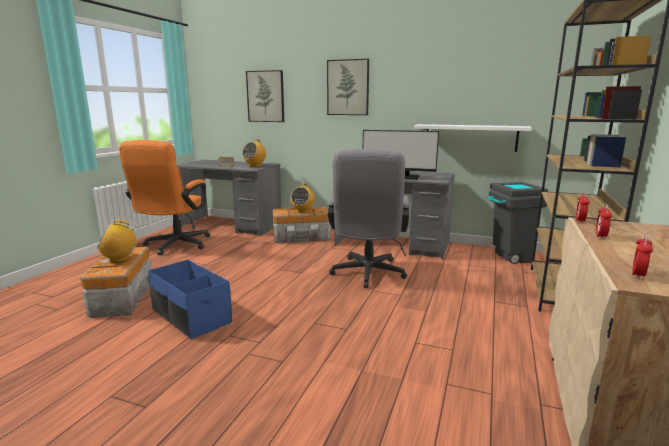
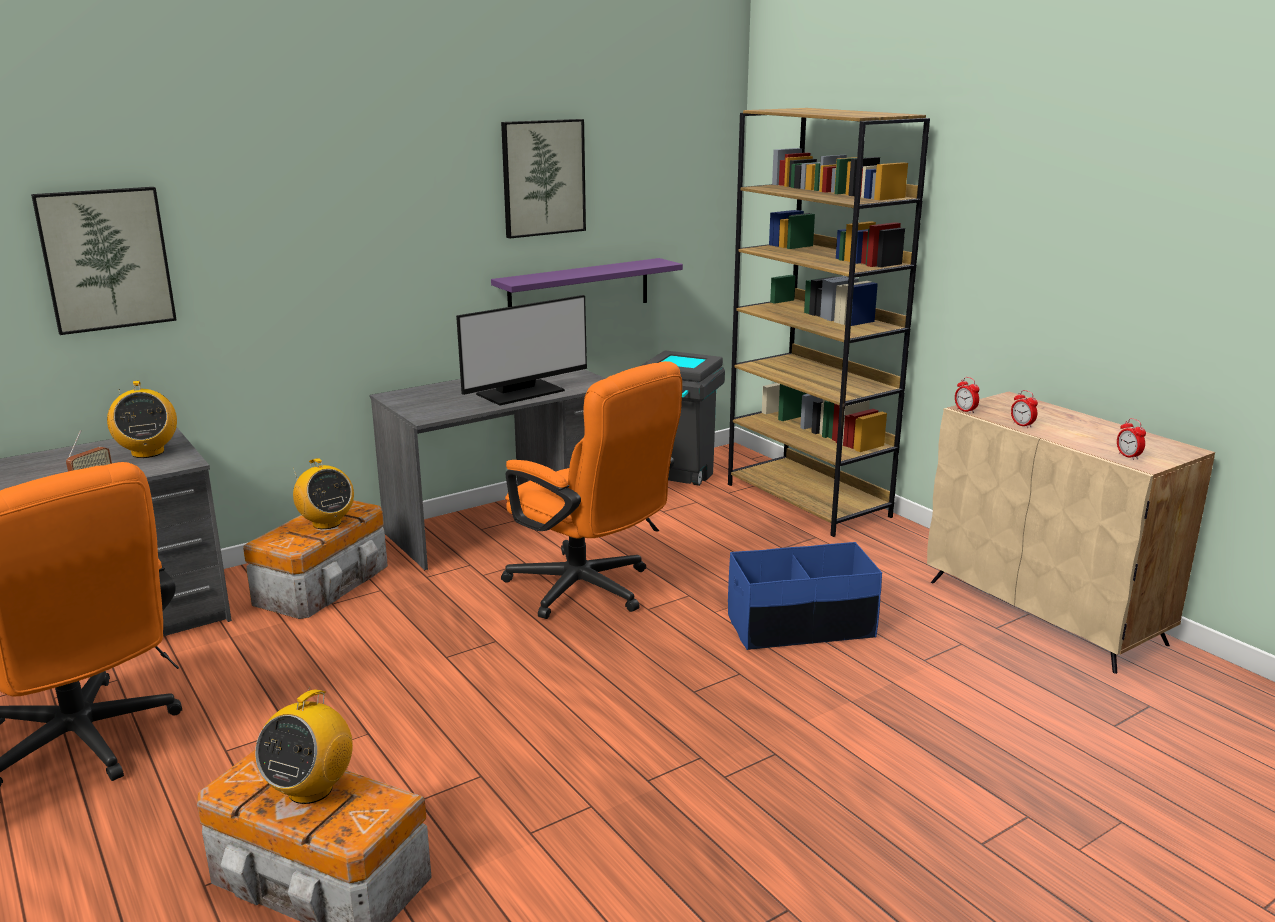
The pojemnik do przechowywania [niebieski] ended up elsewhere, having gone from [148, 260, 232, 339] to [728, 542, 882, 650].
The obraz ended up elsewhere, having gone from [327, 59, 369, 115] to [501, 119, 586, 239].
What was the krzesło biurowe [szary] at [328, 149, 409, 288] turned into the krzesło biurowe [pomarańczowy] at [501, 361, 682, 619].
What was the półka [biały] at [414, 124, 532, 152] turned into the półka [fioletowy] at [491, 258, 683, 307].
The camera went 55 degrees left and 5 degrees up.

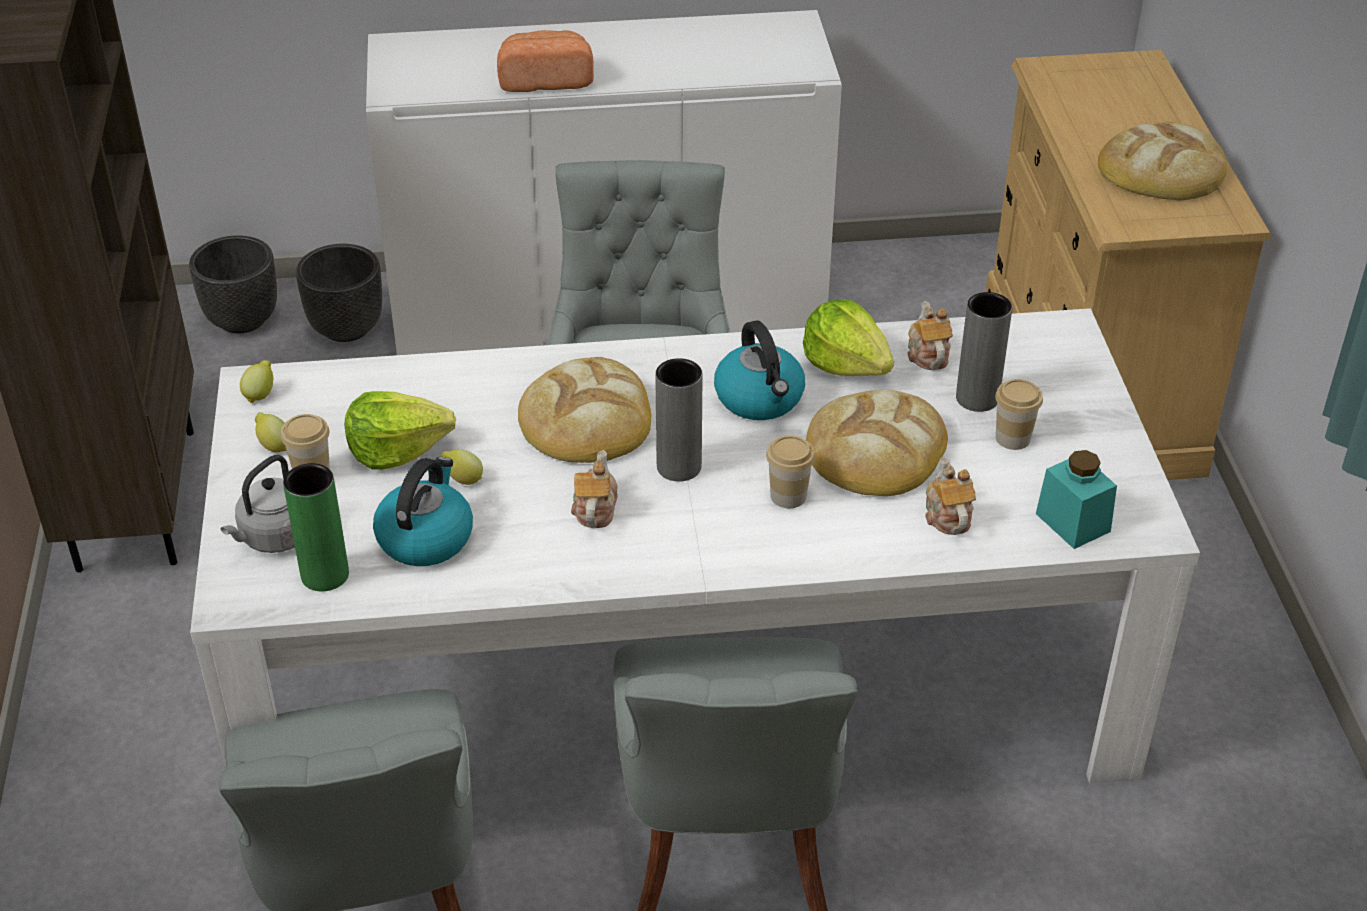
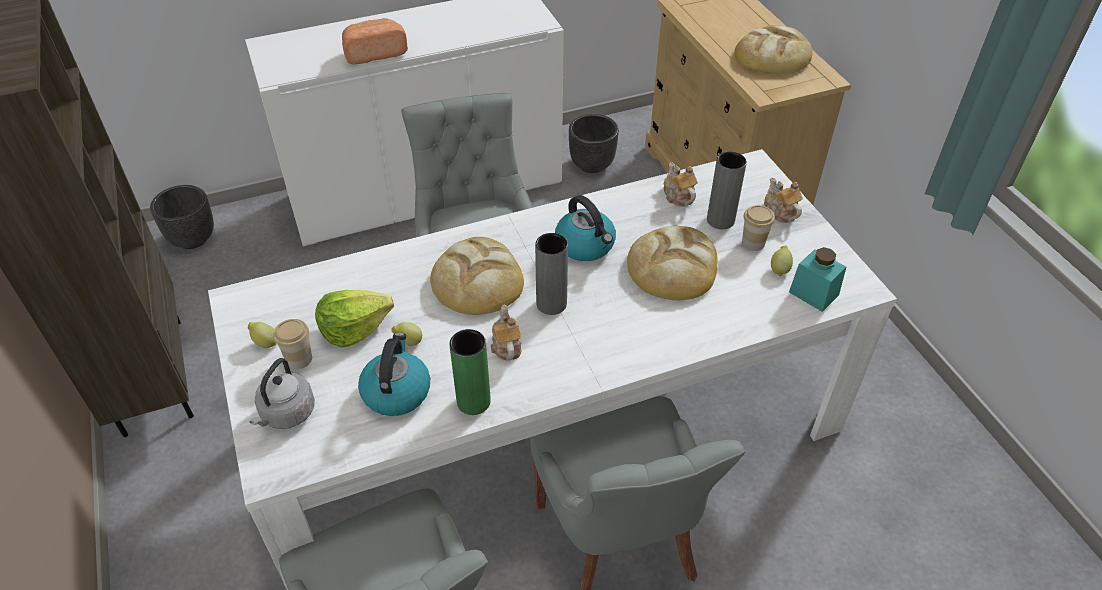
The second view lost the filiżanka at [766, 435, 815, 508].
The second view lost the sałata at [803, 300, 894, 376].
The cytryna ended up elsewhere, having gone from [240, 360, 273, 403] to [771, 245, 793, 277].
The wazon [zielony] ended up elsewhere, having gone from [283, 463, 349, 591] to [449, 329, 491, 415].
The donica [czarny] ended up elsewhere, having gone from [296, 244, 382, 342] to [569, 114, 619, 173].
The imbryk ended up elsewhere, having gone from [925, 456, 976, 535] to [764, 177, 803, 223].
The camera went 15 degrees left and 5 degrees up.

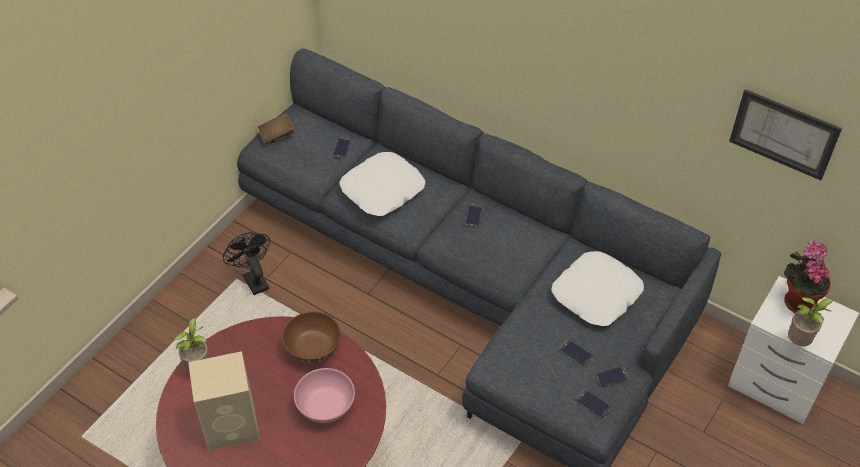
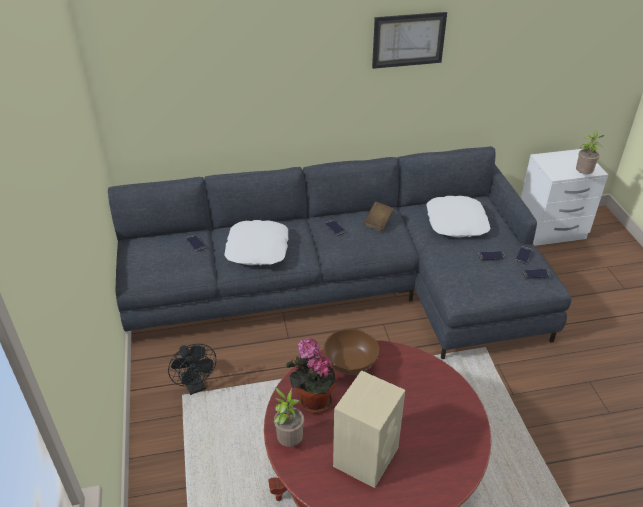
The second view lost the miska [różowy] at [294, 368, 355, 423].
The książka [brązowy] ended up elsewhere, having gone from [258, 113, 295, 146] to [364, 201, 394, 232].
The obraz ended up elsewhere, having gone from [729, 89, 842, 180] to [372, 12, 447, 69].
The roślina doniczkowa ended up elsewhere, having gone from [784, 240, 831, 313] to [286, 338, 337, 414].
The wentylator [czarny] at [223, 232, 270, 295] ended up facing another way, 135 degrees counterclockwise from before.
The camera went 45 degrees left and 10 degrees down.

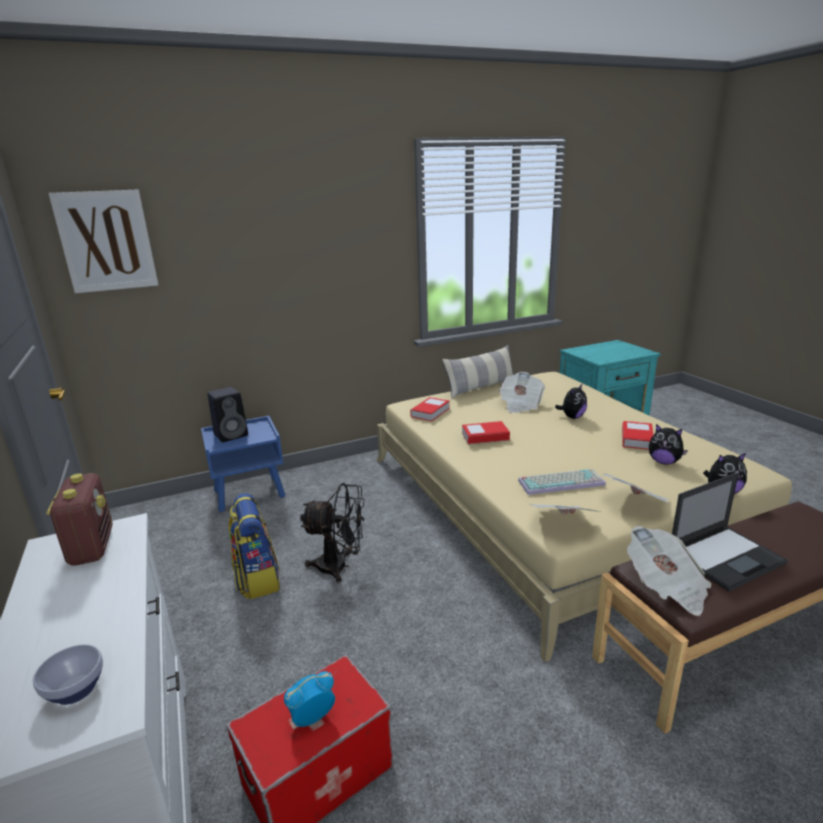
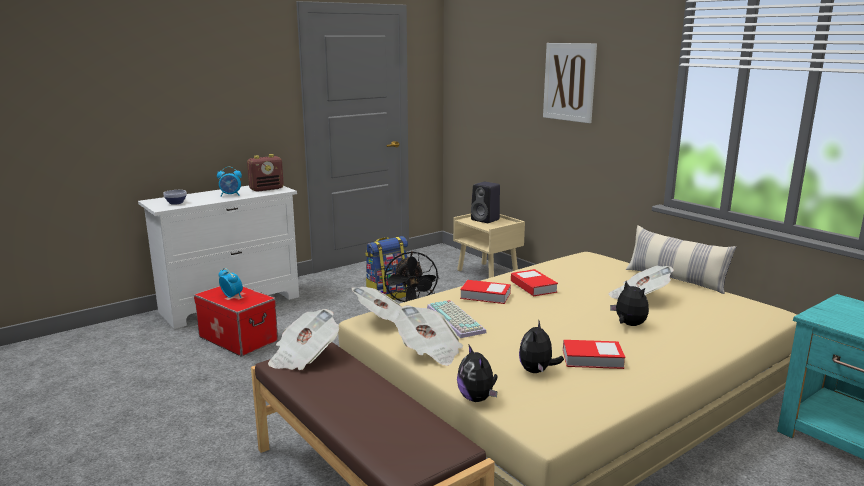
The second view lost the laptop at [672, 473, 788, 592].
The second view gained the budzik at [217, 167, 242, 196].
The obraz ended up elsewhere, having gone from [49, 189, 158, 293] to [543, 43, 597, 123].
The książka ended up elsewhere, having gone from [410, 397, 450, 421] to [460, 280, 511, 304].
What was the szafka nocna [niebieski] at [201, 416, 285, 512] turned into the szafka nocna [beżowy] at [453, 214, 525, 278].
The pluszak at [555, 384, 587, 419] ended up facing another way, 150 degrees counterclockwise from before.
The camera went 75 degrees right and 5 degrees down.

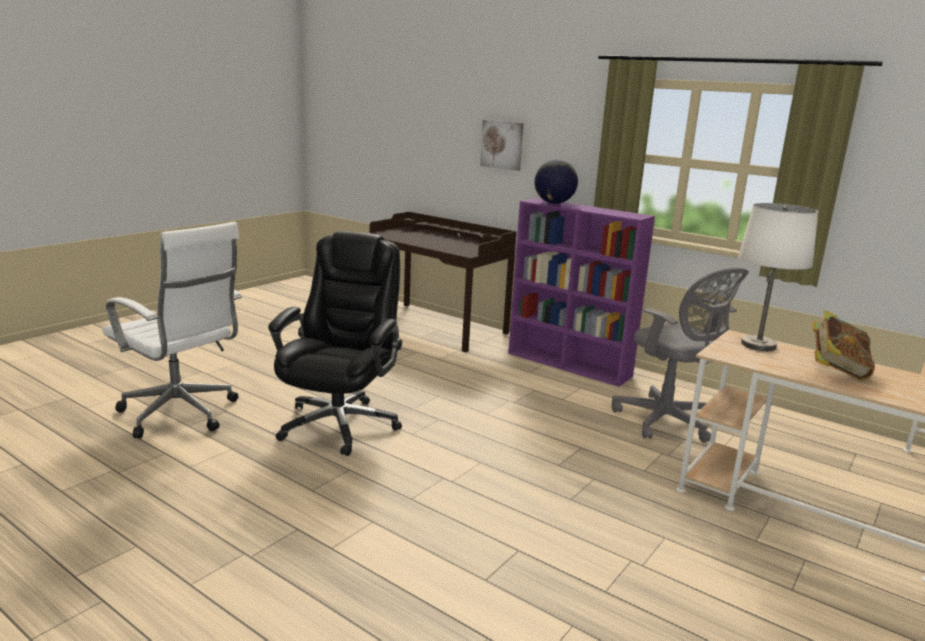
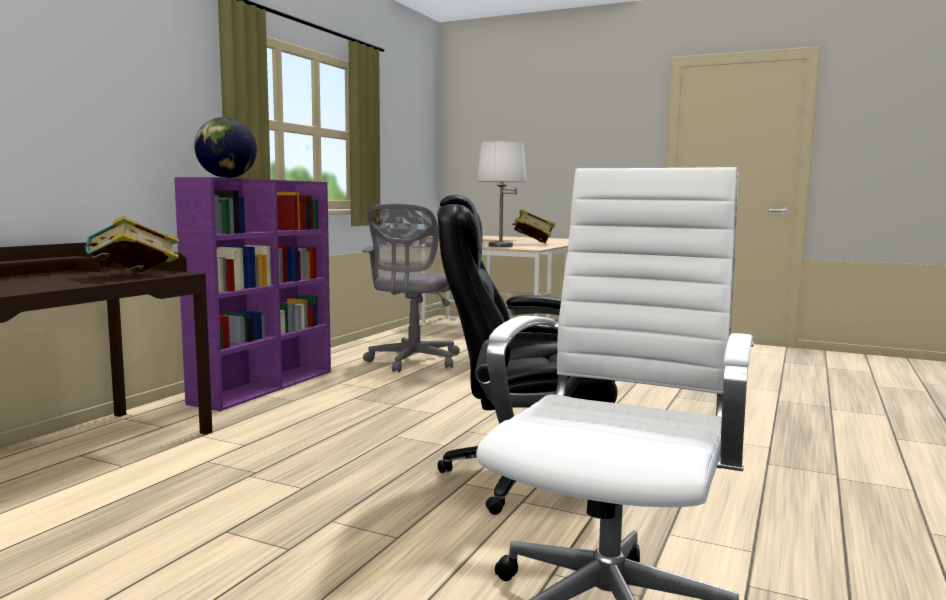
The second view lost the obraz at [480, 120, 524, 171].
The second view gained the książka at [84, 216, 179, 273].
The krzesło biurowe [szary] at [612, 268, 749, 443] ended up facing another way, 150 degrees clockwise from before.
The camera went 100 degrees left and 10 degrees down.

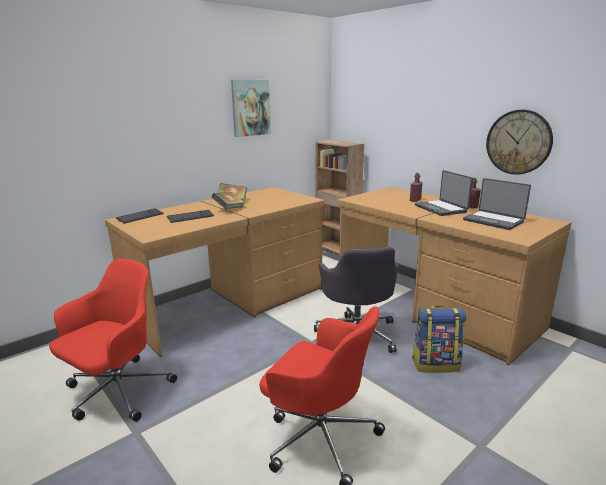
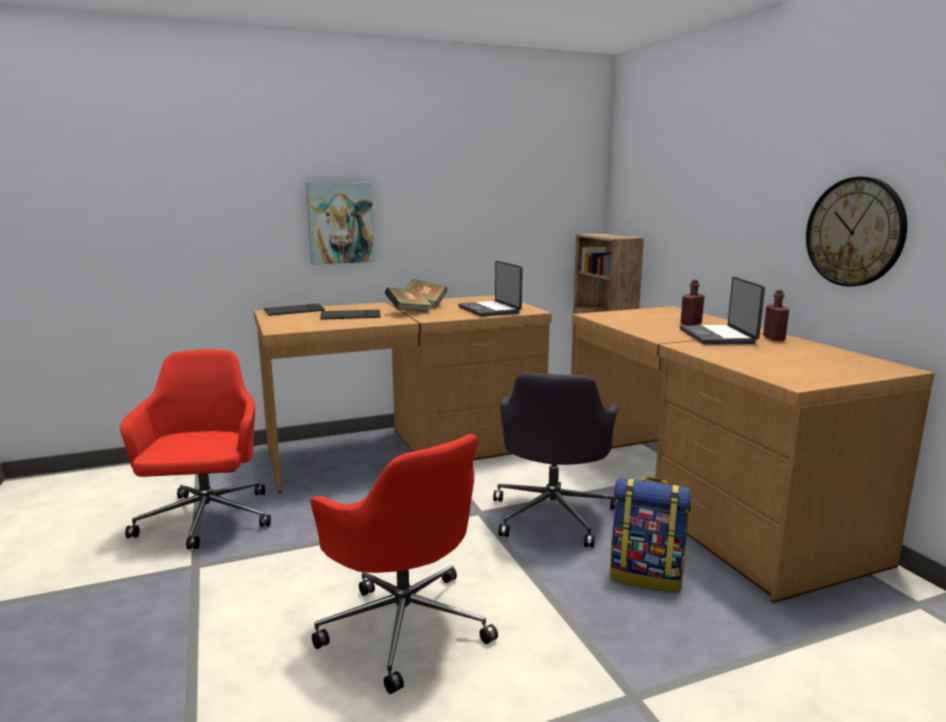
The obraz ended up elsewhere, having gone from [231, 80, 271, 137] to [306, 182, 375, 265].
The laptop ended up elsewhere, having gone from [463, 178, 531, 230] to [458, 261, 523, 317].
The krzesło biurowe [czerwony] at [49, 259, 177, 422] ended up facing another way, 60 degrees counterclockwise from before.
The camera went 20 degrees right and 5 degrees down.

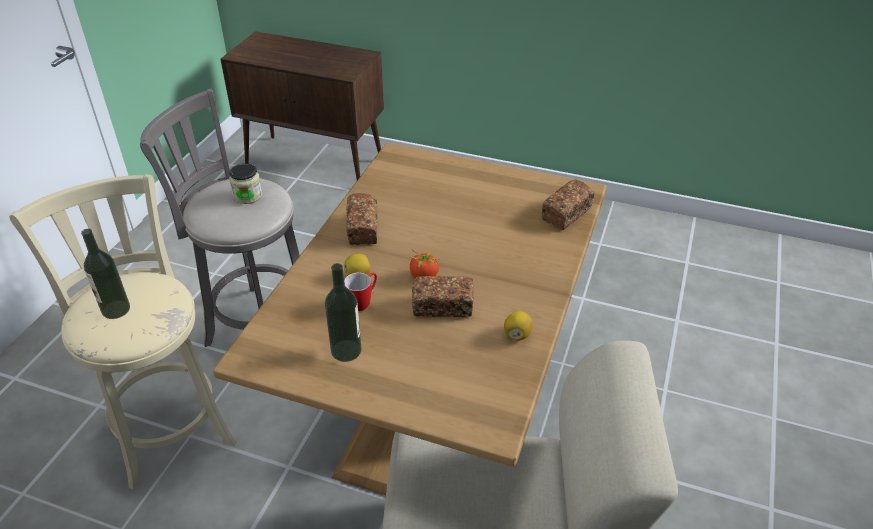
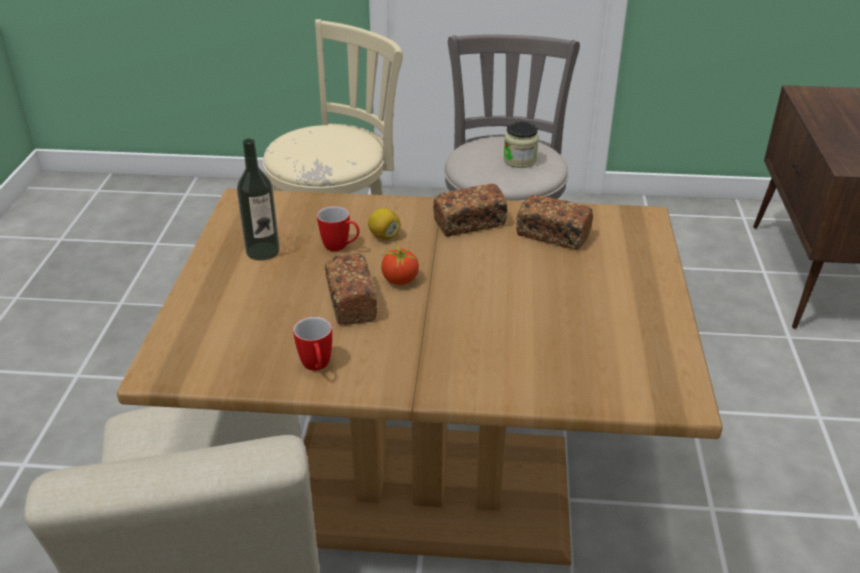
The second view lost the butelka at [81, 229, 130, 319].
The chleb ended up elsewhere, having gone from [541, 179, 594, 230] to [516, 195, 593, 249].
Where the cytryna stood at [504, 311, 533, 341], the kubek came to stand at [293, 317, 332, 371].
The camera went 75 degrees right and 5 degrees down.

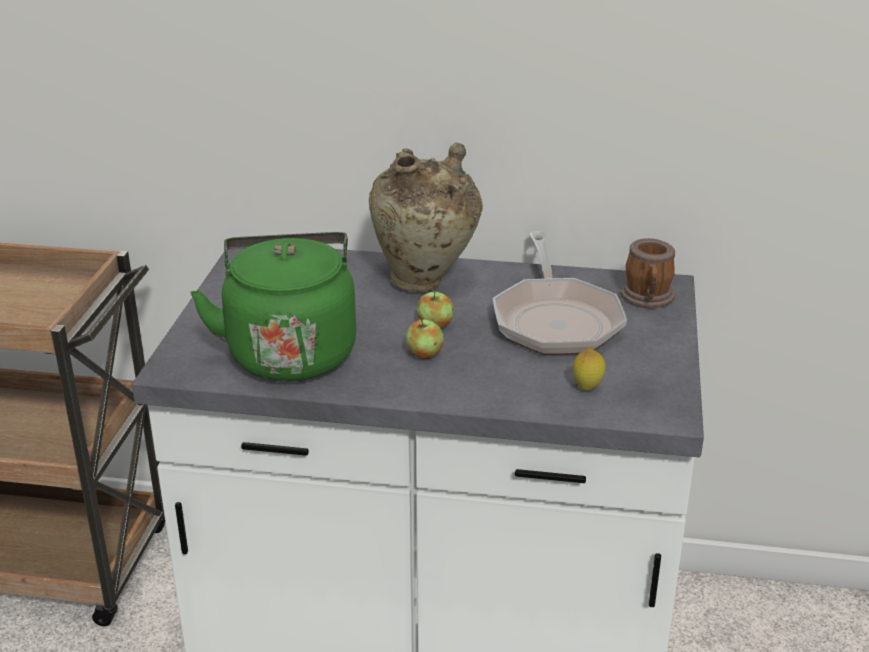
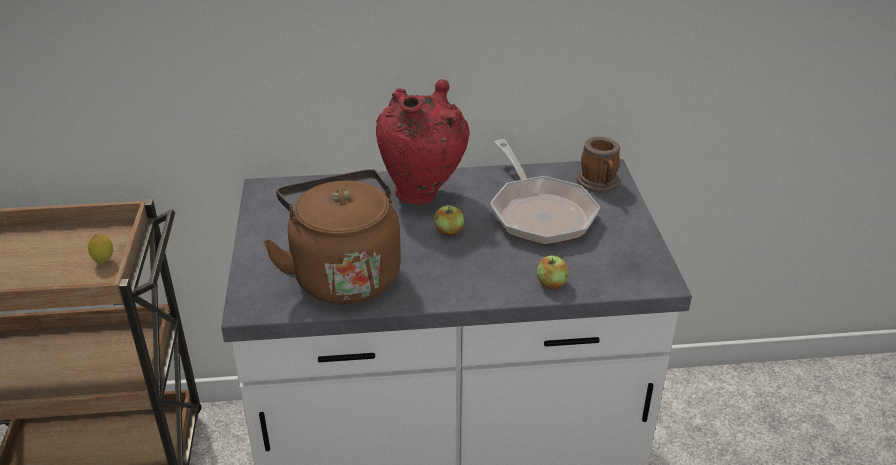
The jabłko ended up elsewhere, having gone from [406, 319, 444, 359] to [537, 255, 568, 289].
The cytryna ended up elsewhere, having gone from [573, 348, 605, 391] to [88, 233, 113, 264].
What was the czajnik [zielony] at [190, 232, 356, 382] turned into the czajnik [brązowy] at [263, 169, 401, 304].
What was the wazon [beżowy] at [369, 142, 483, 292] turned into the wazon [czerwony] at [376, 79, 470, 205].
The camera went 15 degrees left and 5 degrees up.

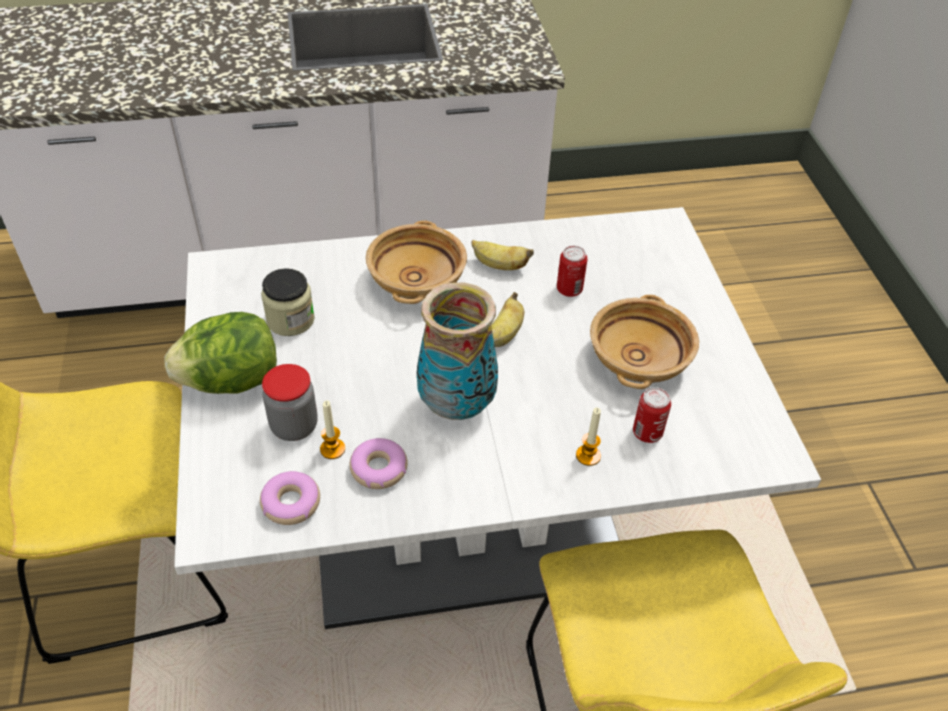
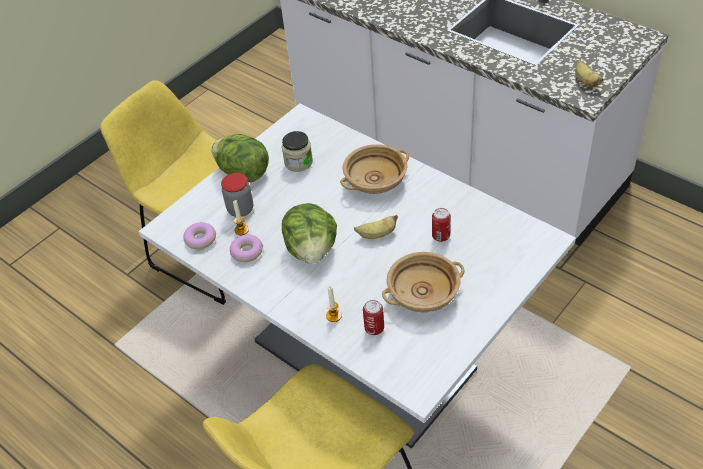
The banan ended up elsewhere, having gone from [471, 240, 534, 270] to [575, 60, 603, 87].
Where the wazon stood at [417, 282, 498, 420], the sałata came to stand at [282, 203, 337, 264].
The camera went 55 degrees right and 0 degrees up.

